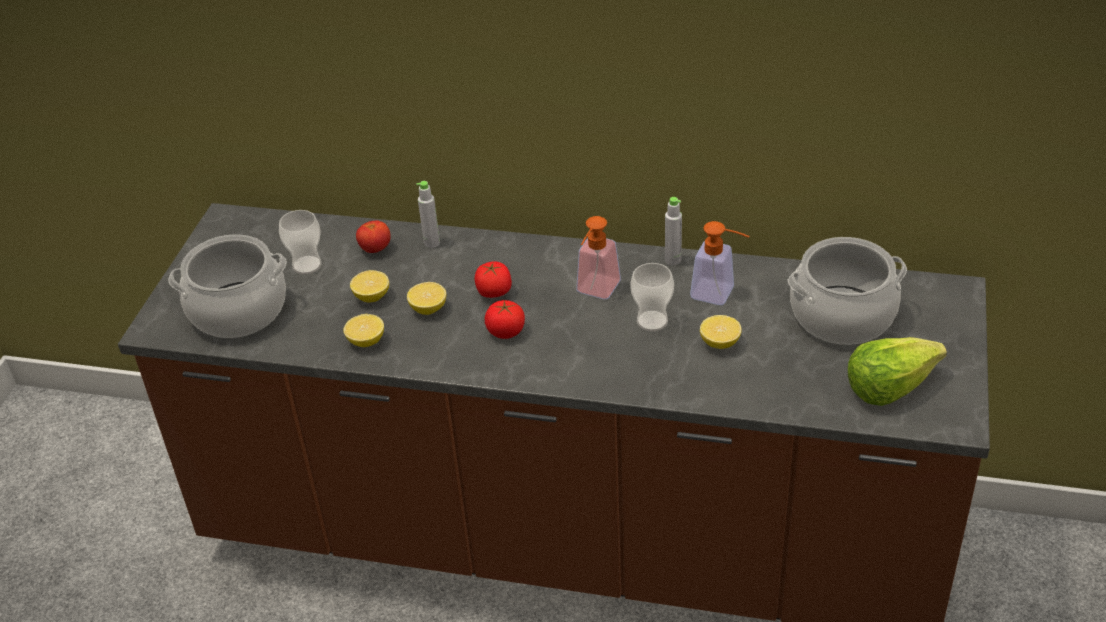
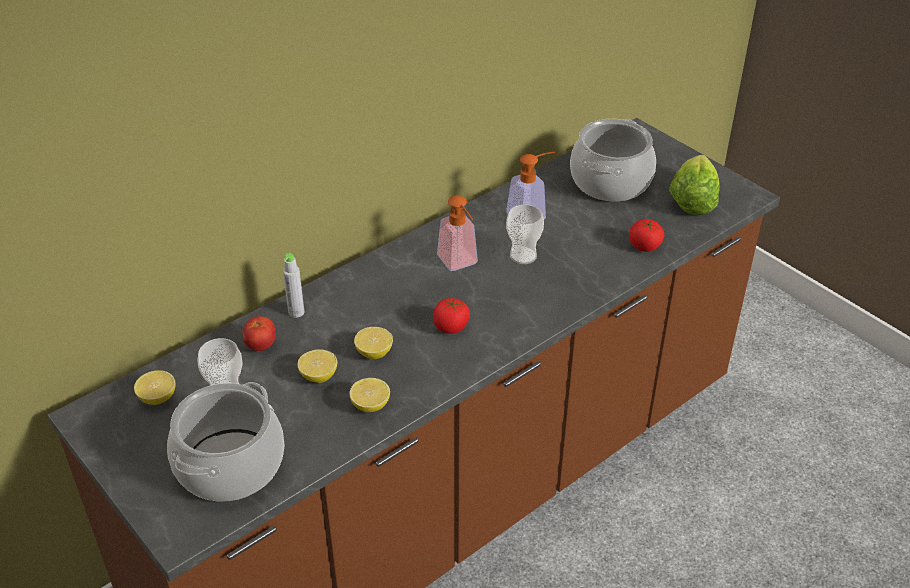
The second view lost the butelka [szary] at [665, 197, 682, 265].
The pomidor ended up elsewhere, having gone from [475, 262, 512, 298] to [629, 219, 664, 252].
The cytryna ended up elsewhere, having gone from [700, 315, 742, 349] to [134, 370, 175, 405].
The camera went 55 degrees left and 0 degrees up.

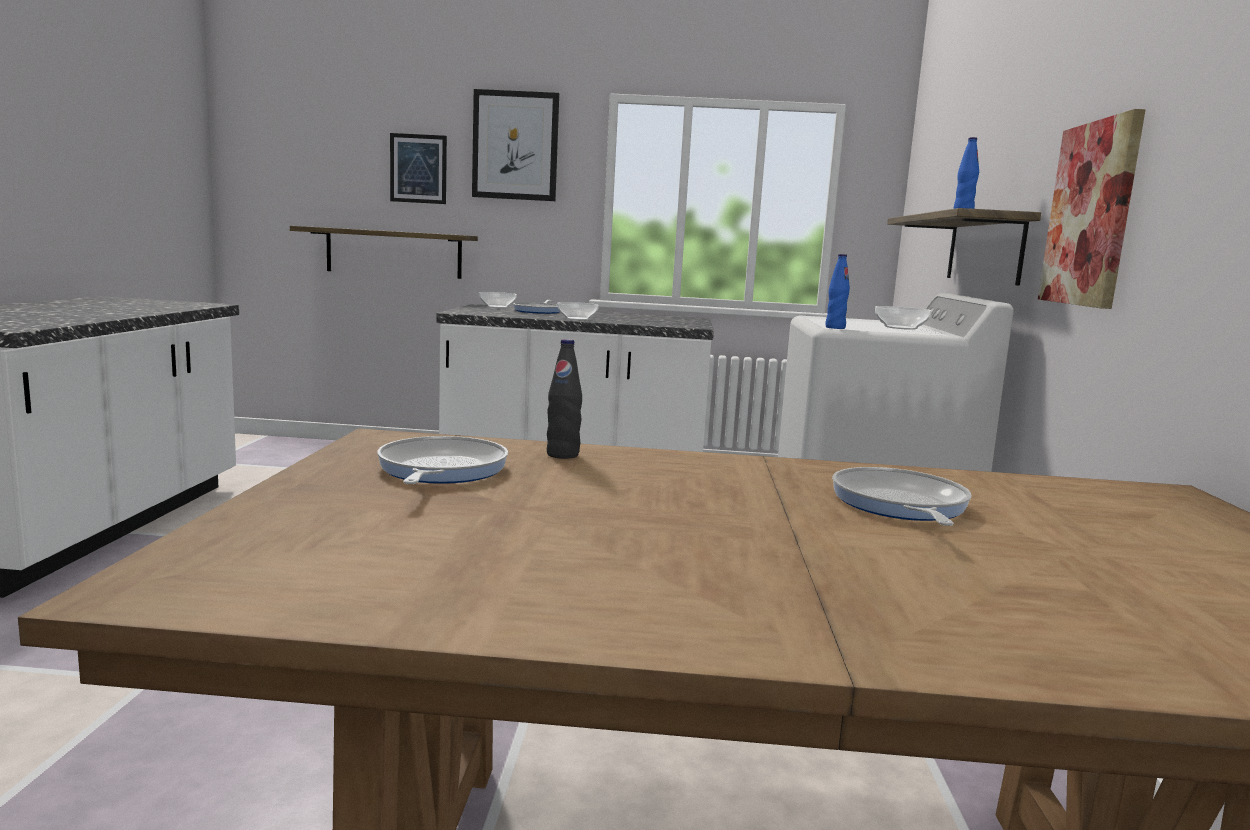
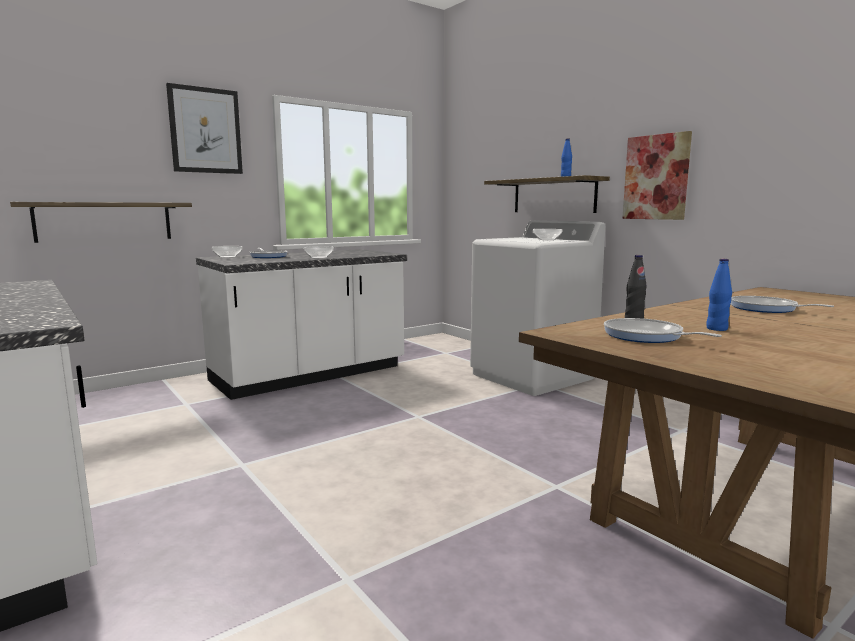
The second view lost the obraz at [390, 133, 447, 204].
The butelka [niebieski] ended up elsewhere, having gone from [825, 254, 850, 329] to [706, 259, 732, 331].
The camera went 40 degrees left and 0 degrees up.

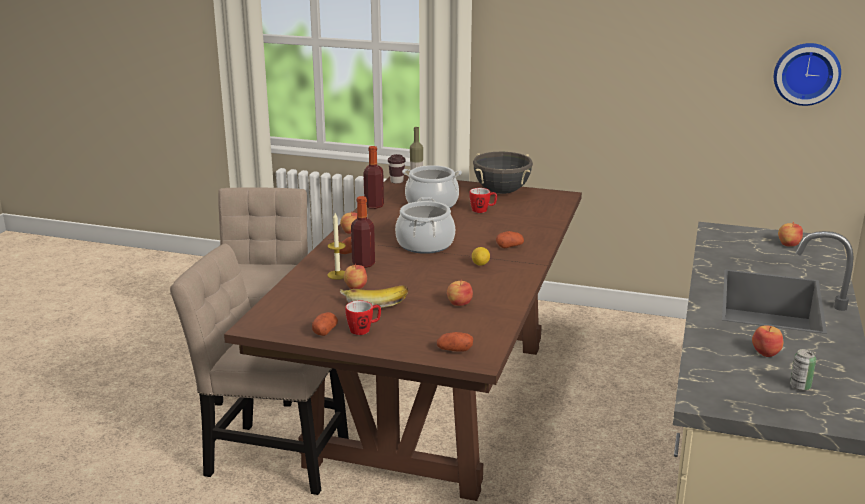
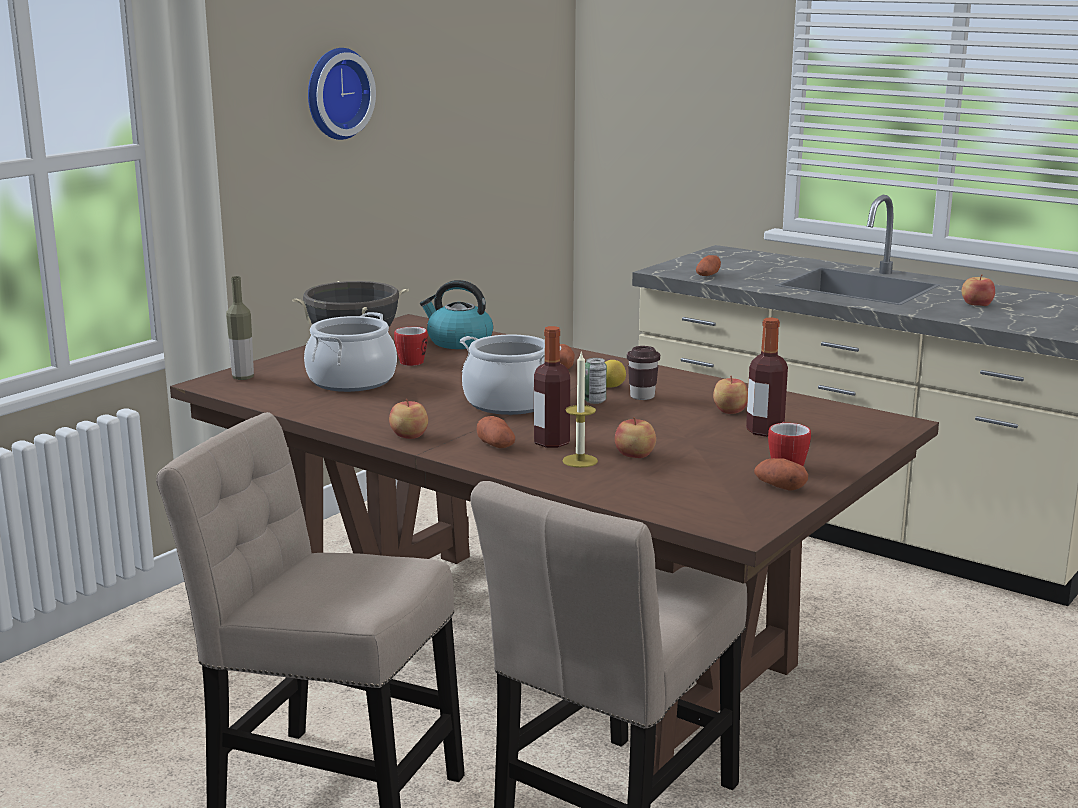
The second view lost the banan at [340, 285, 408, 308].
The second view lost the jabłko at [778, 222, 803, 247].
The second view gained the czajnik at [420, 280, 493, 349].
The butelka ended up elsewhere, having gone from [364, 146, 384, 209] to [746, 317, 788, 437].
The filiżanka [brązowy] ended up elsewhere, having gone from [388, 154, 406, 184] to [627, 346, 660, 400].
The ziemniak ended up elsewhere, having gone from [437, 332, 473, 352] to [696, 255, 721, 276].
The zegar ścienny ended up elsewhere, having gone from [774, 43, 841, 106] to [308, 48, 376, 140].
The puszka ended up elsewhere, having gone from [790, 349, 816, 391] to [585, 358, 607, 404].
The camera went 70 degrees left and 5 degrees down.

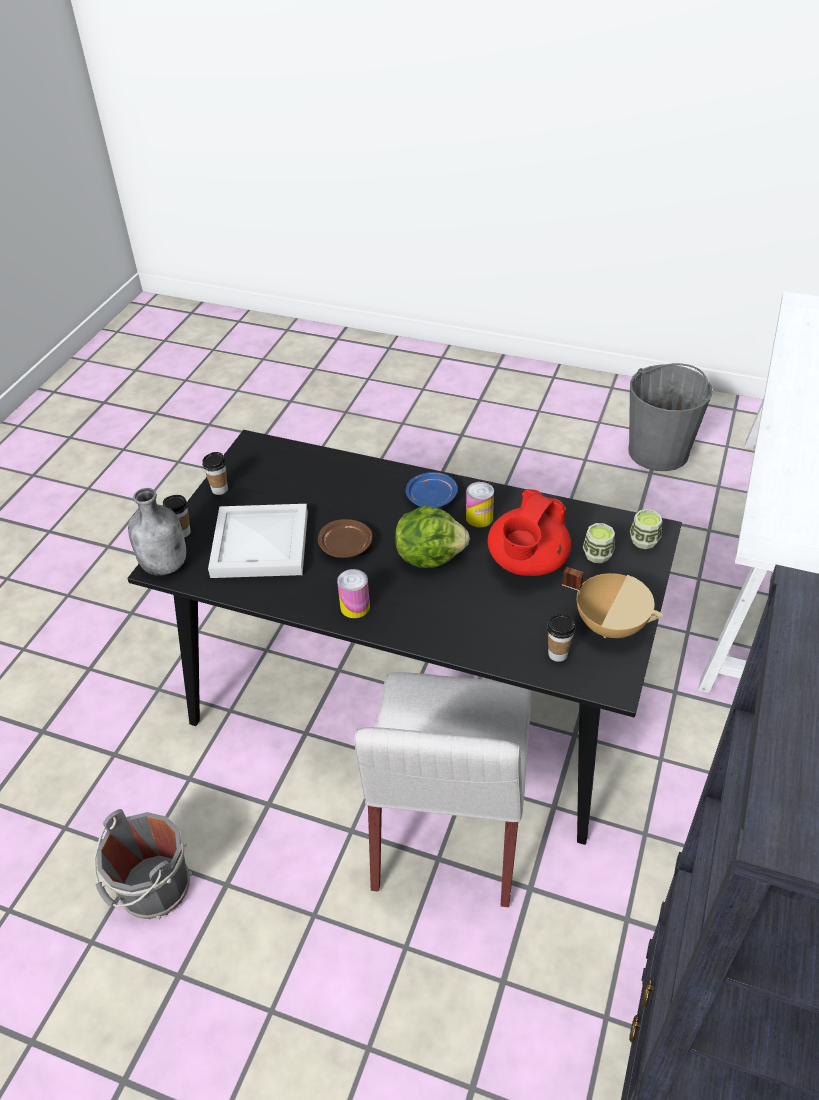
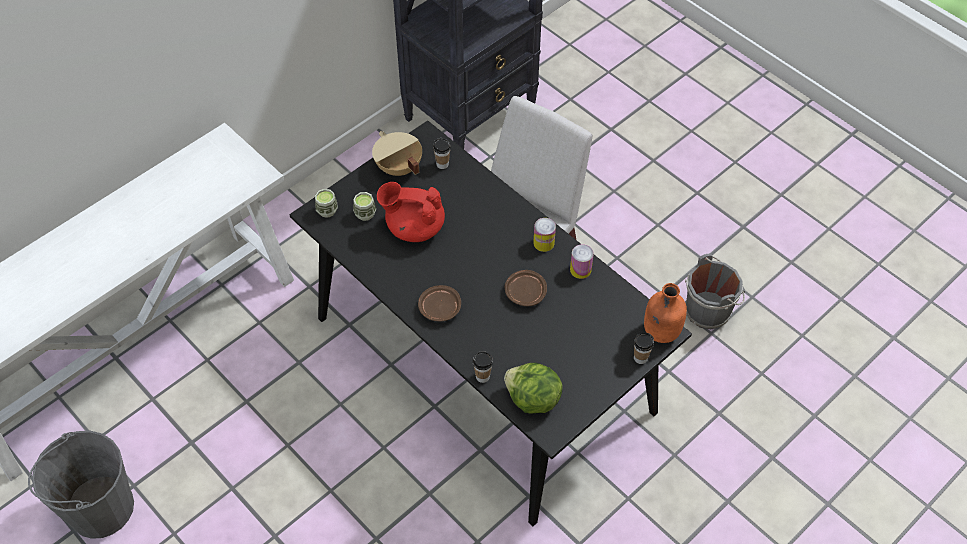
The second view lost the taca [biały] at [208, 504, 308, 578].
The filiżanka ended up elsewhere, having gone from [202, 452, 228, 495] to [473, 351, 493, 383].
The sałata ended up elsewhere, having gone from [395, 506, 470, 568] to [504, 363, 563, 414].
The puszka ended up elsewhere, having gone from [466, 482, 494, 527] to [570, 244, 594, 279].
What was the butelka [szary] at [128, 488, 186, 576] turned into the butelka [pomarańczowy] at [644, 283, 687, 343].
What was the talerz [niebieski] at [406, 472, 458, 508] turned into the talerz [brązowy] at [418, 285, 461, 321].
The imbryk [czerwony] at [487, 489, 571, 576] ended up facing another way, 135 degrees counterclockwise from before.
The camera went 155 degrees left and 10 degrees up.

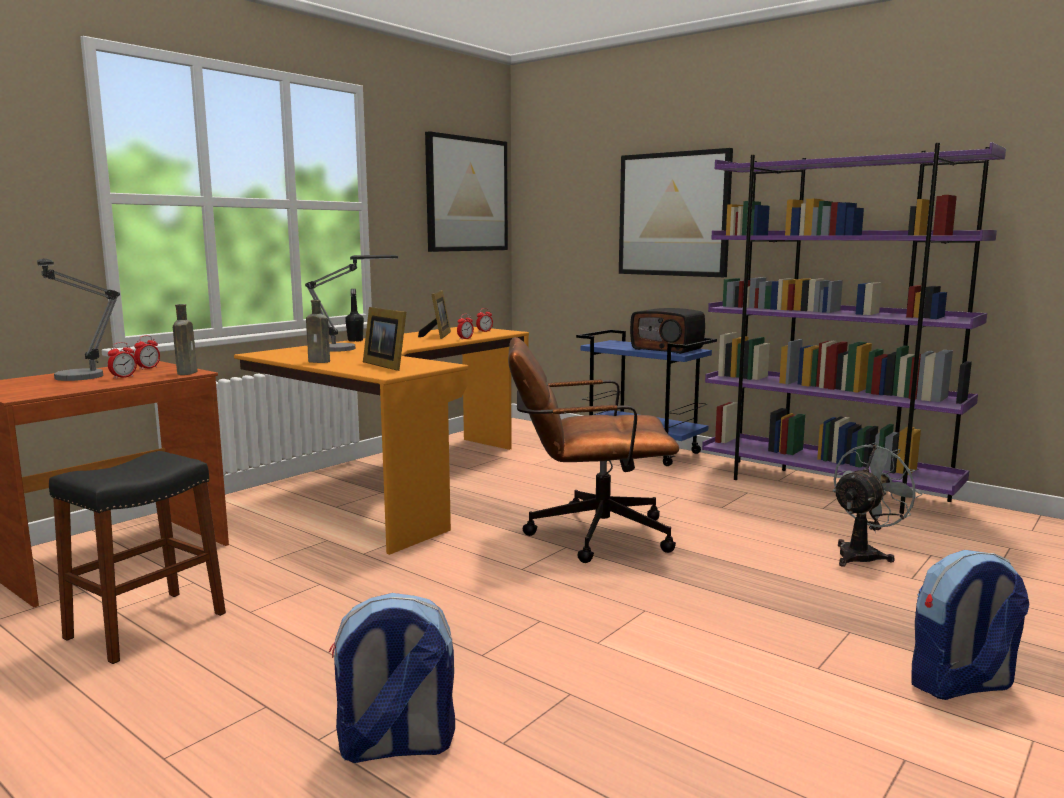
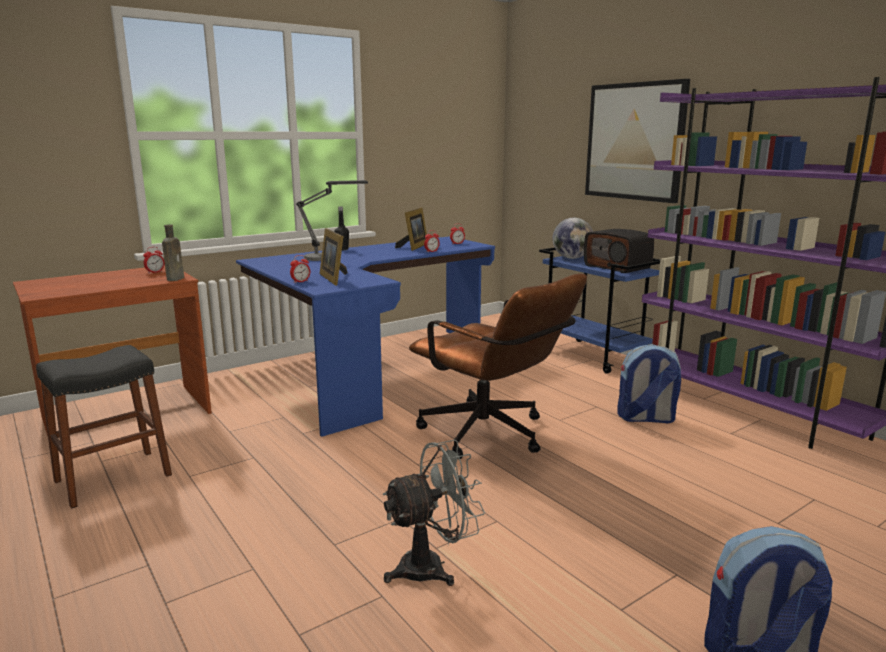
The second view lost the lampa stołowa at [37, 258, 120, 381].
The second view lost the butelka [brązowy] at [306, 300, 330, 363].
The second view lost the obraz at [425, 131, 508, 252].
The second view gained the globus at [553, 218, 593, 259].
The budzik ended up elsewhere, having gone from [108, 342, 137, 379] to [290, 255, 310, 283].
The plecak ended up elsewhere, having gone from [329, 593, 455, 763] to [617, 344, 681, 423].
The wentylator [szary] ended up elsewhere, having gone from [833, 443, 923, 567] to [382, 440, 485, 586].
What was the biurko [pomarańczowy] at [234, 327, 529, 555] turned into the biurko [niebieski] at [236, 236, 495, 437].
The krzesło biurowe [brązowy] at [508, 337, 679, 563] ended up facing another way, 150 degrees counterclockwise from before.
The camera went 15 degrees right and 5 degrees up.

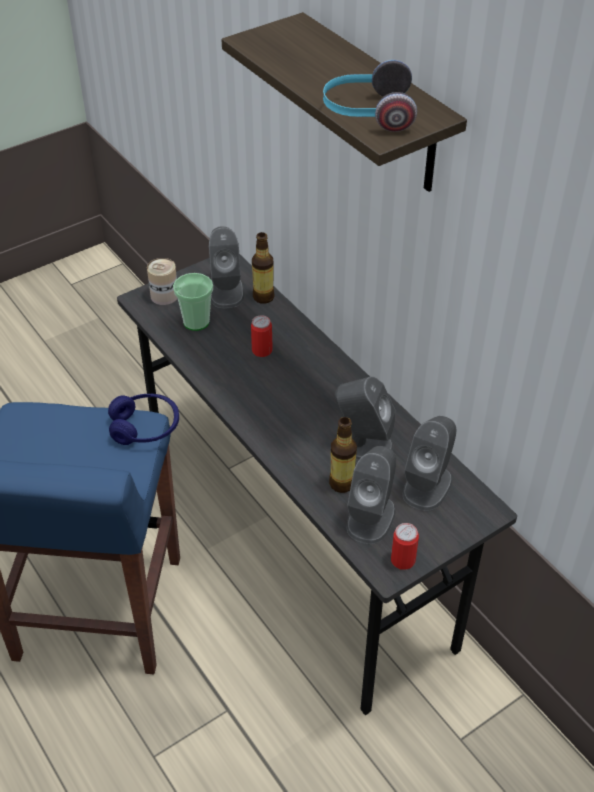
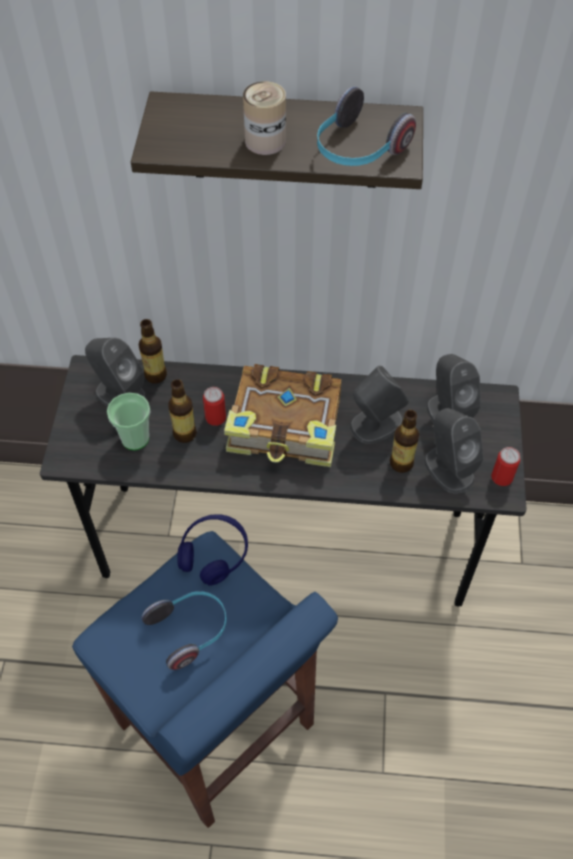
The second view gained the słuchawki at [142, 591, 227, 670].
The second view gained the butelka at [168, 379, 197, 443].
The second view gained the książka at [224, 364, 342, 467].
The puszka ended up elsewhere, having gone from [147, 258, 178, 305] to [243, 81, 286, 155].
The camera went 50 degrees left and 10 degrees up.

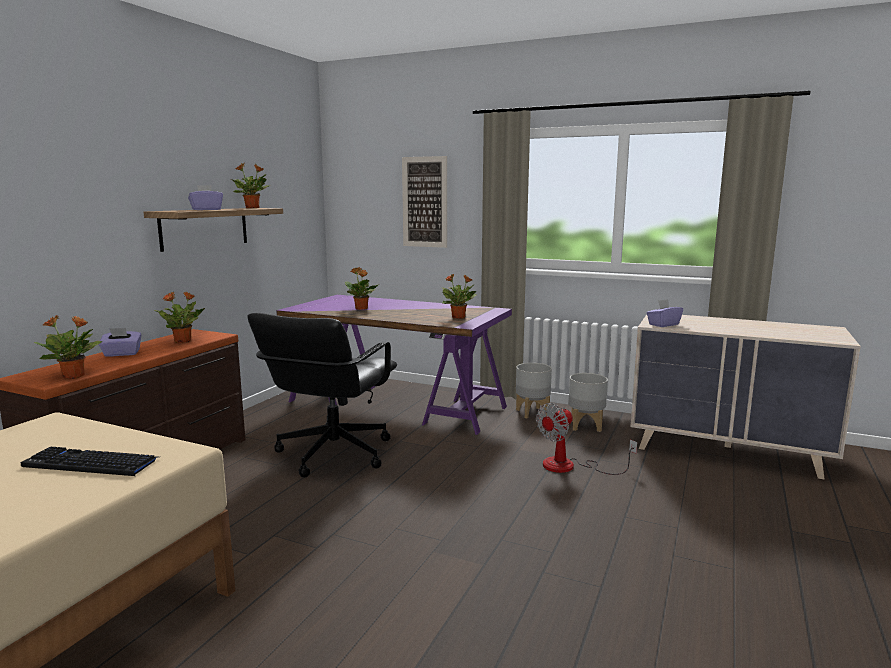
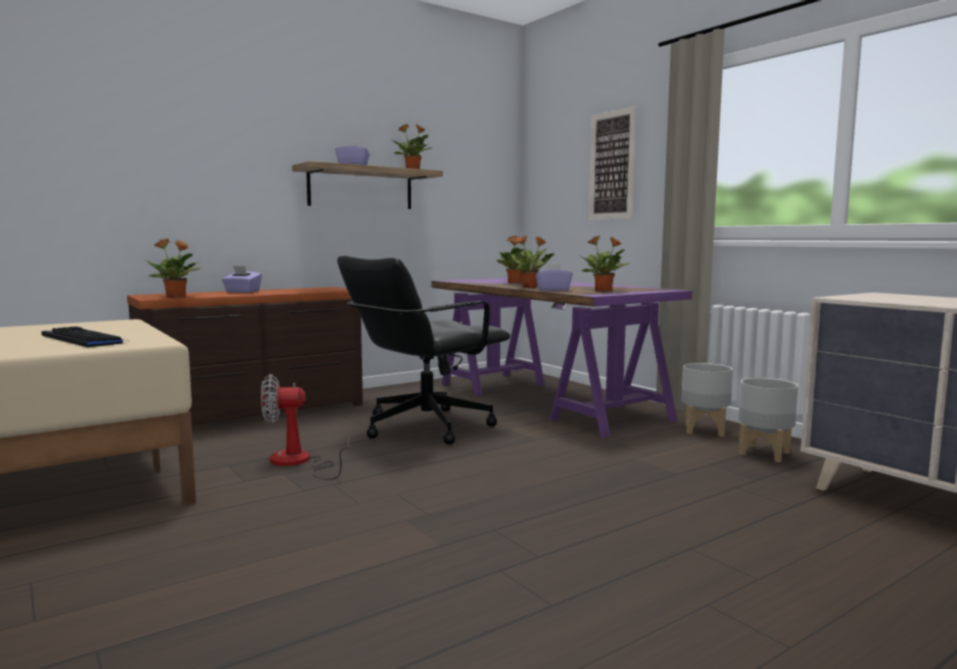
The roślina doniczkowa ended up elsewhere, having gone from [154, 292, 205, 343] to [508, 235, 554, 288].
The wentylator ended up elsewhere, having gone from [536, 403, 637, 475] to [261, 374, 349, 480].
The pudełko chusteczek [fioletowy] ended up elsewhere, having gone from [647, 299, 683, 327] to [535, 263, 573, 291].
The camera went 30 degrees right and 5 degrees down.

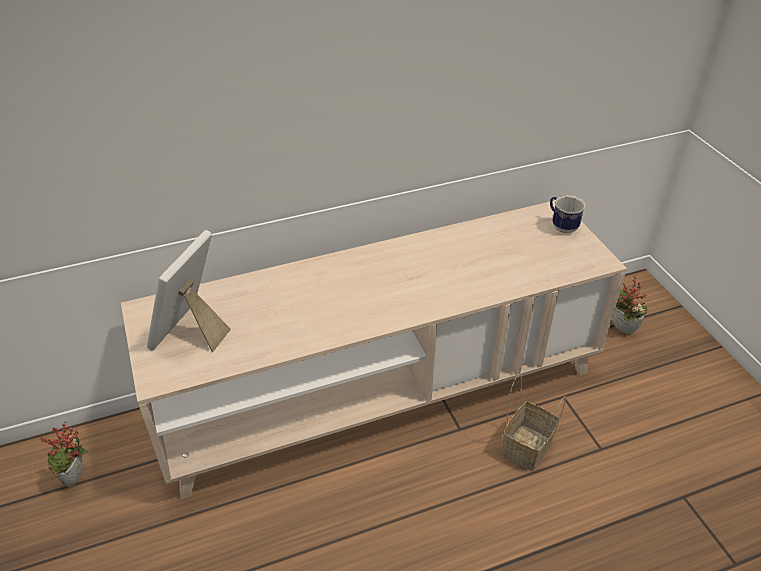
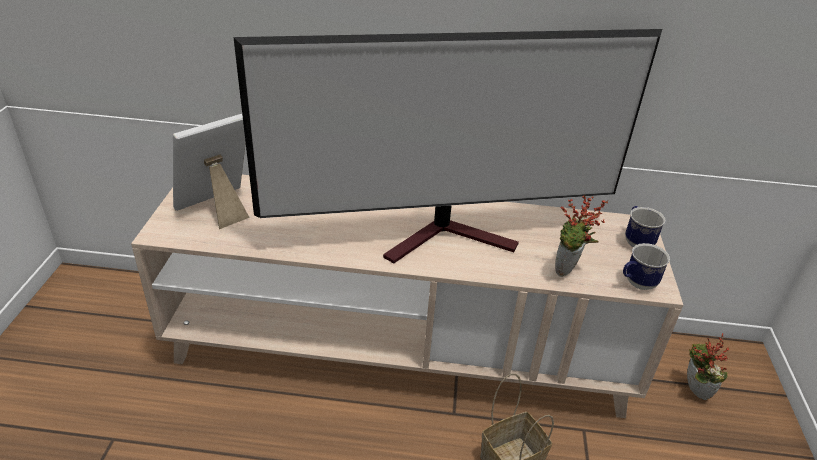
The second view gained the telewizor at [233, 29, 662, 263].
The second view gained the kubek at [623, 243, 670, 290].
The roślina doniczkowa ended up elsewhere, having gone from [39, 421, 88, 487] to [555, 194, 608, 277].
The camera went 25 degrees right and 5 degrees down.

